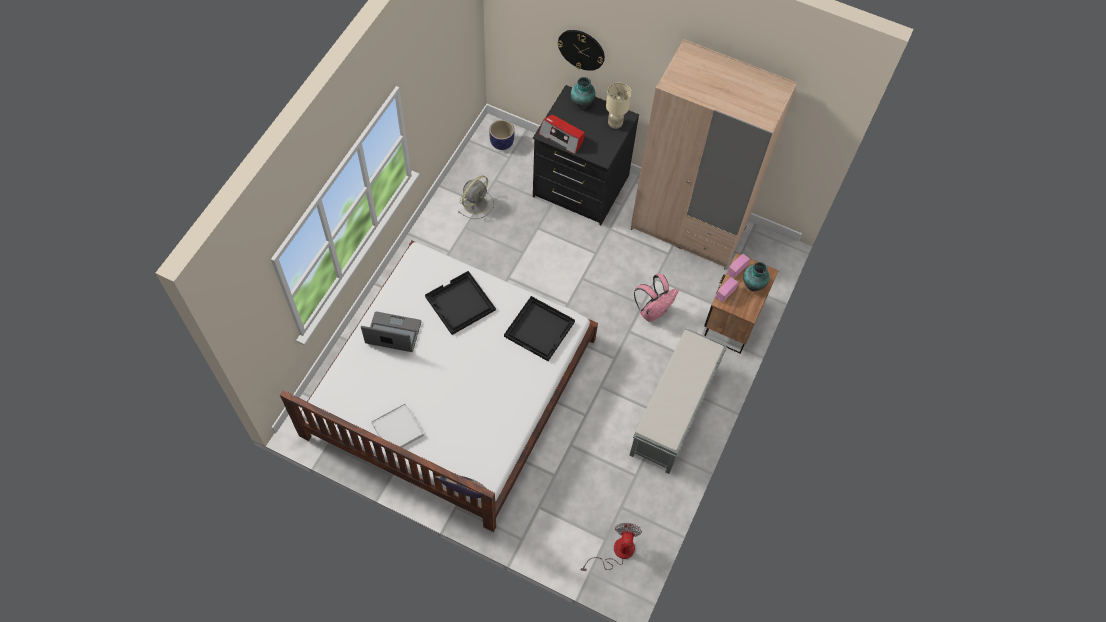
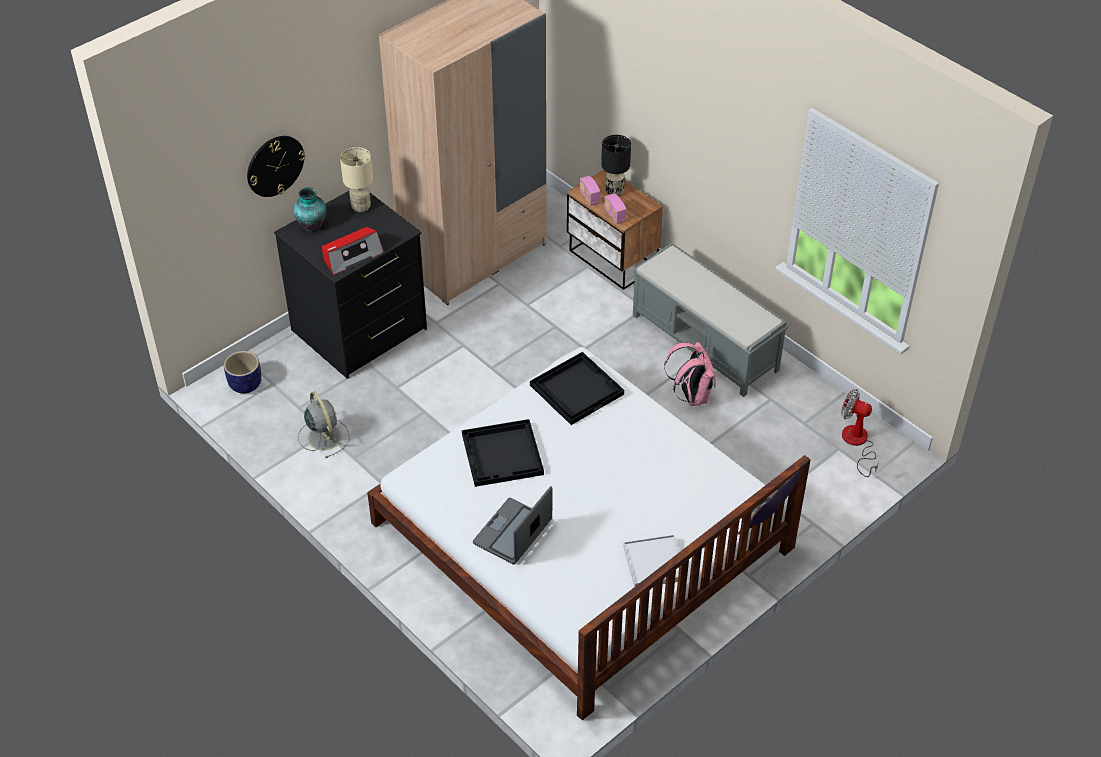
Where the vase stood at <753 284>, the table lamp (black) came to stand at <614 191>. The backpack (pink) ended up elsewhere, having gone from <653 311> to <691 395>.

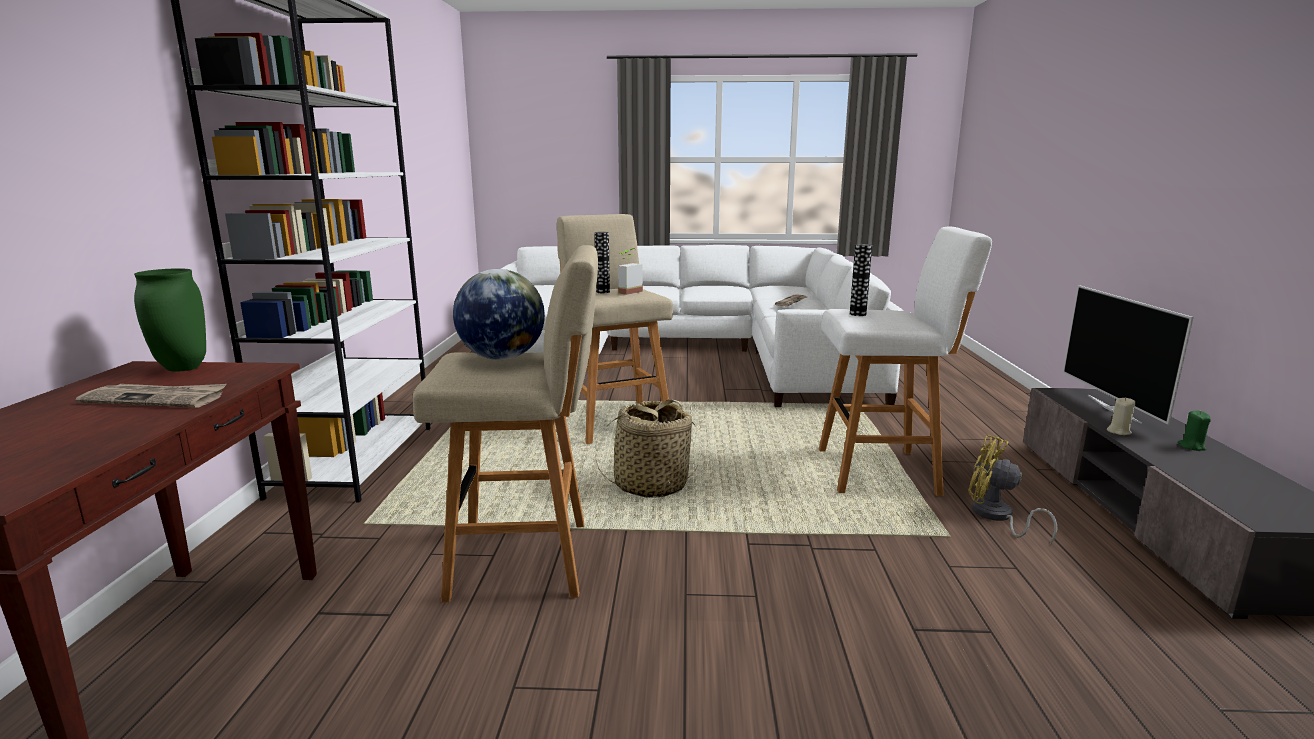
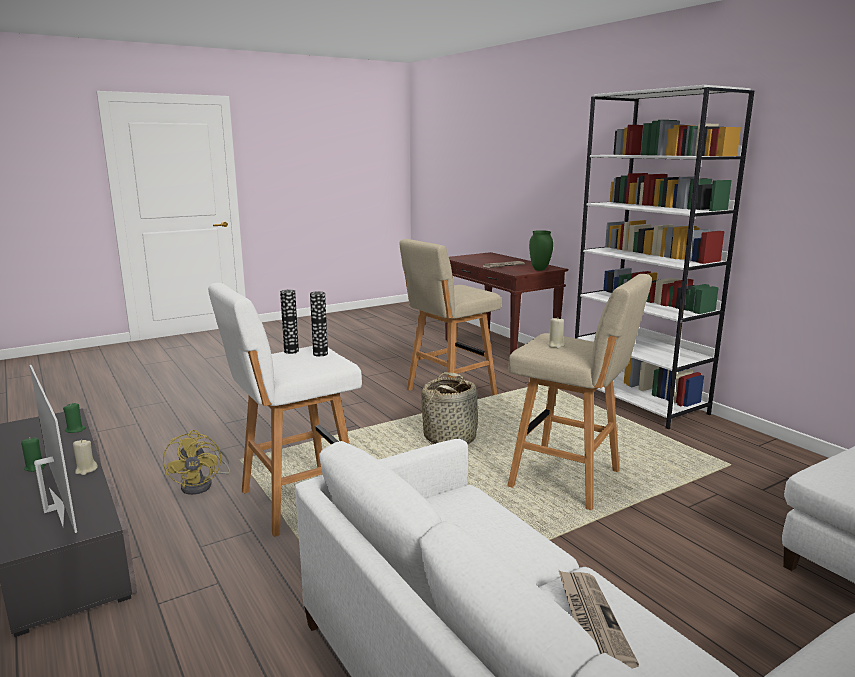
The vase ended up elsewhere, having gone from <603 292> to <291 351>. Where the potted plant stood at <626 291>, the candle (beige) came to stand at <556 345>. The second view lost the globe at <502 358>. The fan (yellow) at <996 517> ended up facing another way, 75 degrees clockwise from before. The second view gained the candle (green) at <75 430>.

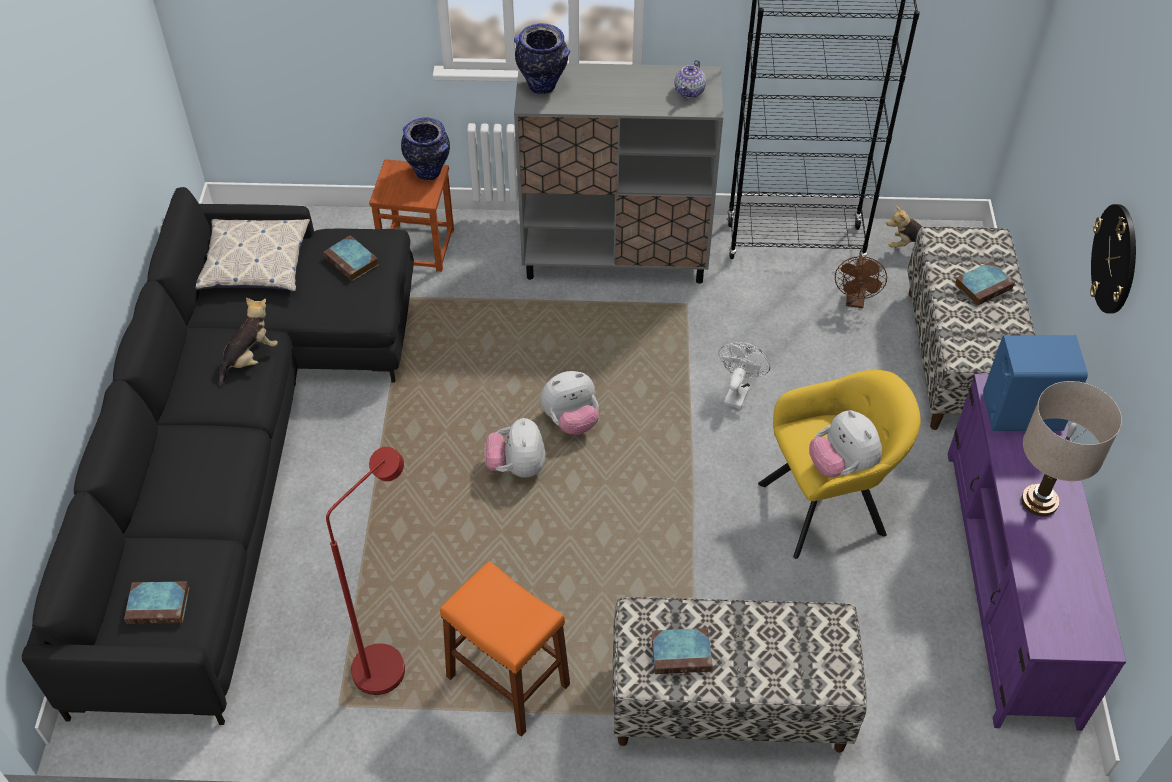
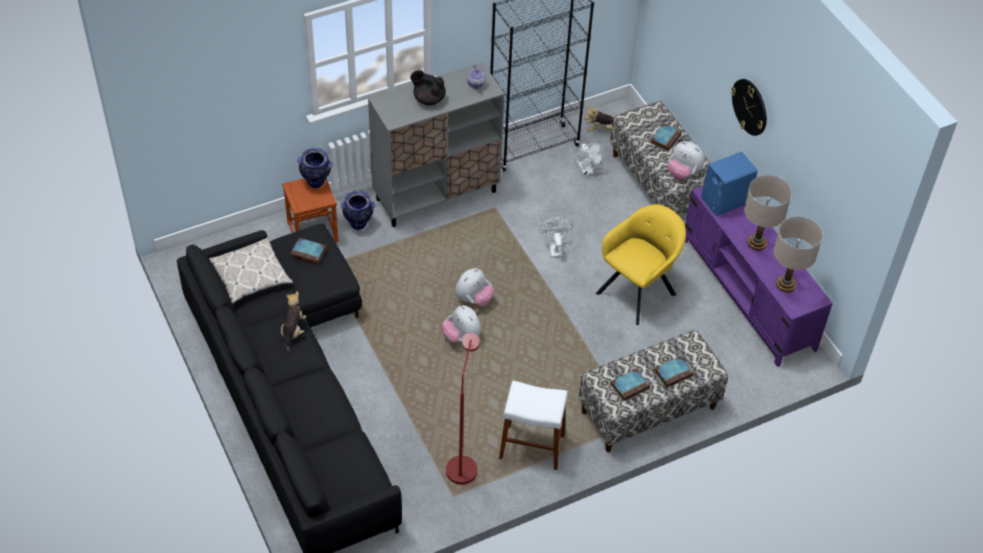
The vase ended up elsewhere, having gone from <543 86> to <359 224>. What was the fan (brown) at <855 301> turned into the fan (white) at <587 171>. The plush toy ended up elsewhere, having gone from <841 466> to <683 173>. What was the stool (orange) at <508 680> turned into the stool (white) at <531 446>. The book ended up elsewhere, having gone from <160 605> to <673 373>. The second view gained the teapot (black) at <428 99>. The second view gained the table lamp (beige) at <785 284>.

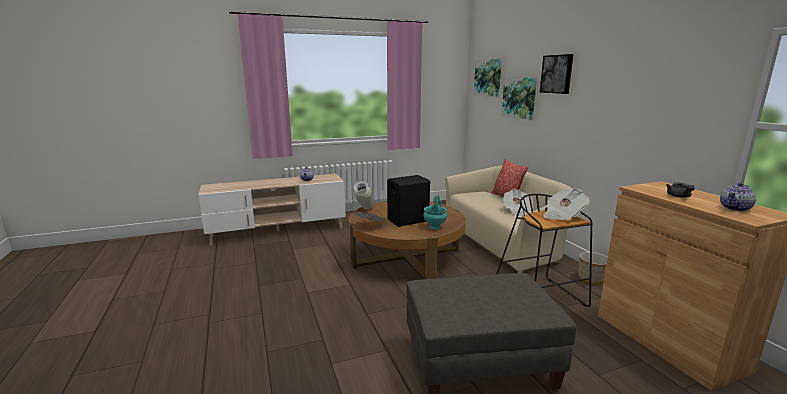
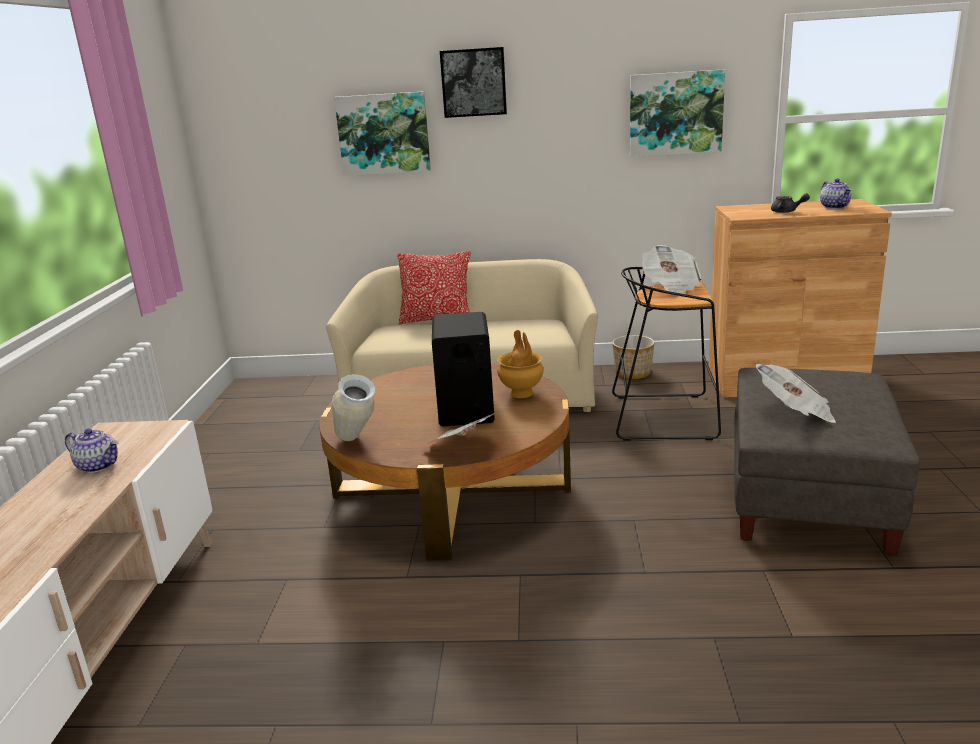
The picture ended up elsewhere, having gone from <488 77> to <675 113>. The newspaper ended up elsewhere, having gone from <517 211> to <795 412>. What was the vase (turquoise) at <434 227> turned into the vase (brown) at <522 393>.

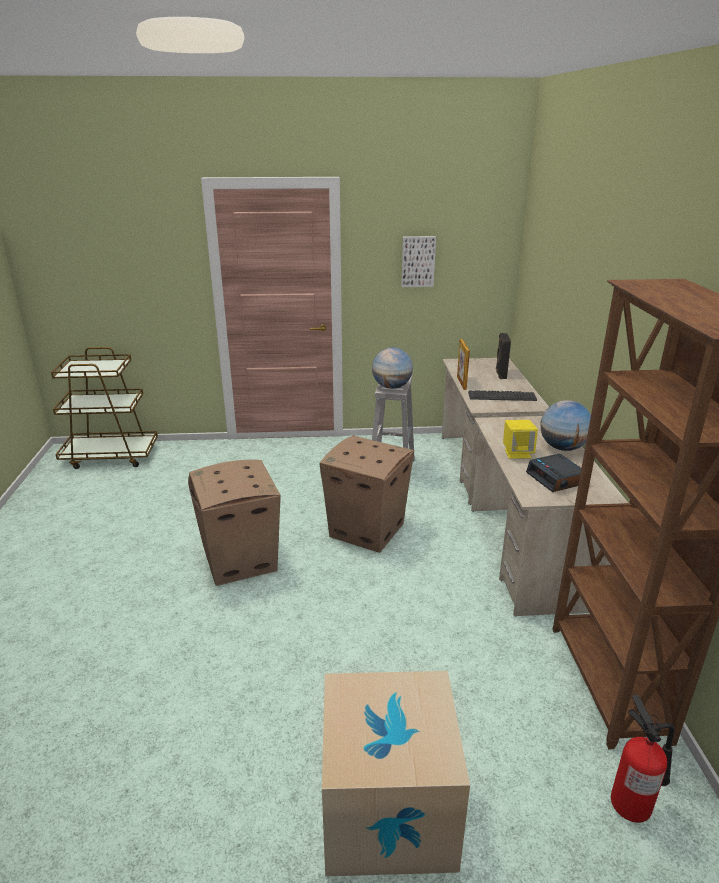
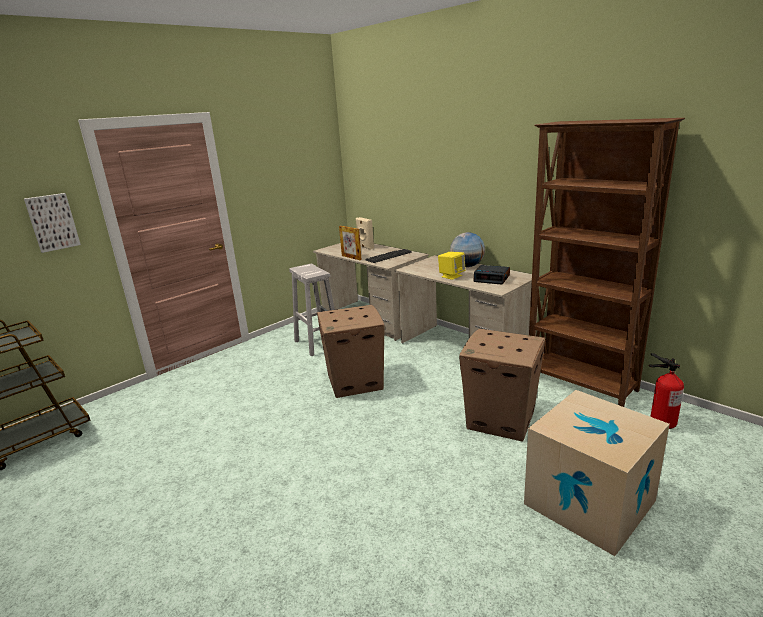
The picture ended up elsewhere, having gone from <418 261> to <52 222>. What was the speaker (black) at <500 374> turned into the speaker (beige) at <365 247>. The second view lost the globe at <392 387>. The cardboard box ended up elsewhere, having gone from <241 561> to <501 420>.

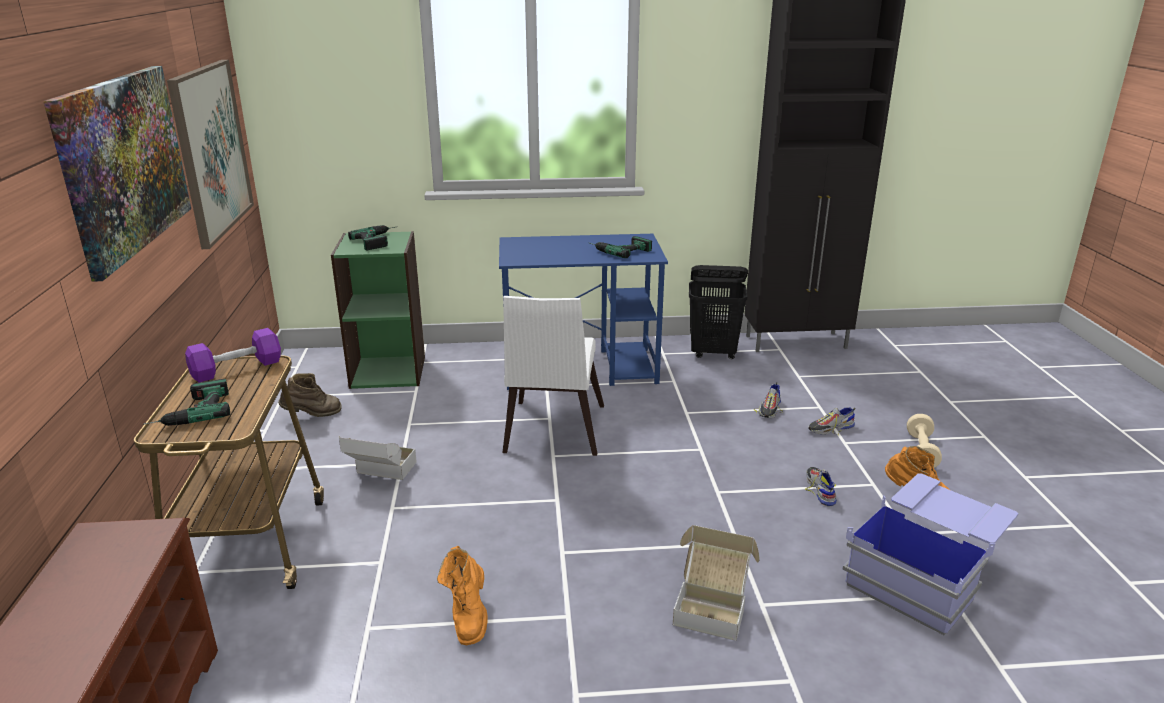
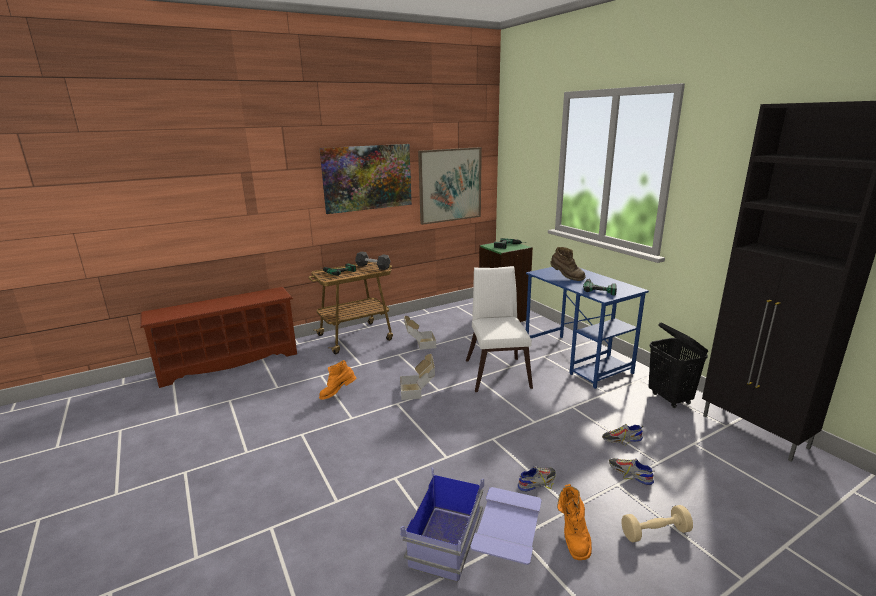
The chair (white) at <552 433> ended up facing another way, 105 degrees clockwise from before. What was the dumbbell (purple) at <237 368> turned into the dumbbell (black) at <373 267>. The boot (brown) ended up elsewhere, having gone from <312 416> to <566 277>. The cardboard box ended up elsewhere, having gone from <712 607> to <418 390>.

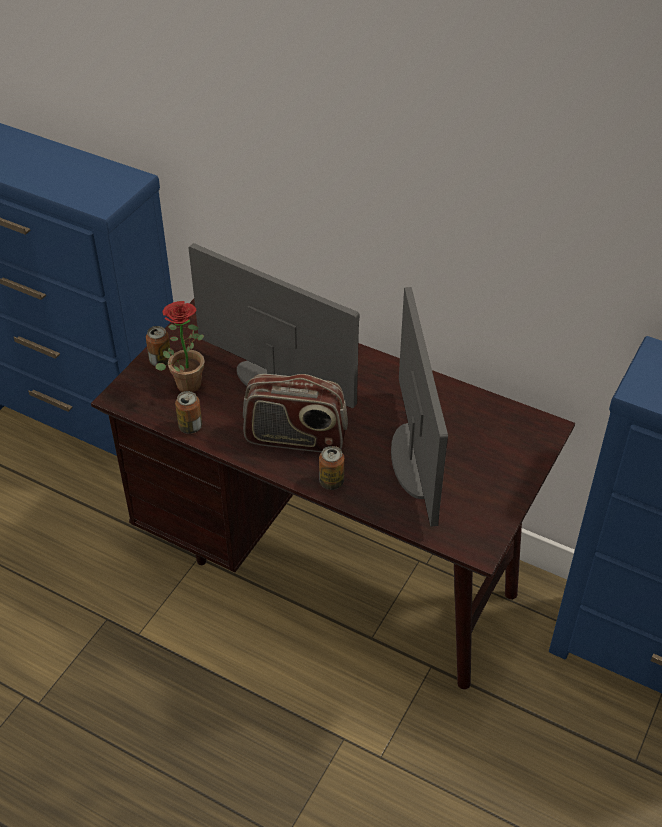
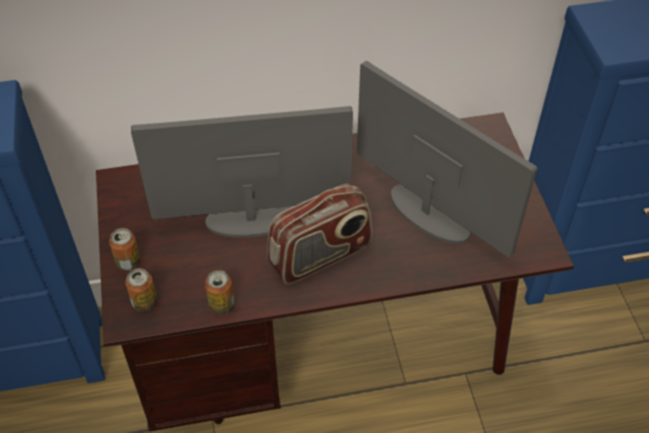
The second view lost the potted plant at <186 381>. The can ended up elsewhere, having gone from <331 482> to <144 302>.

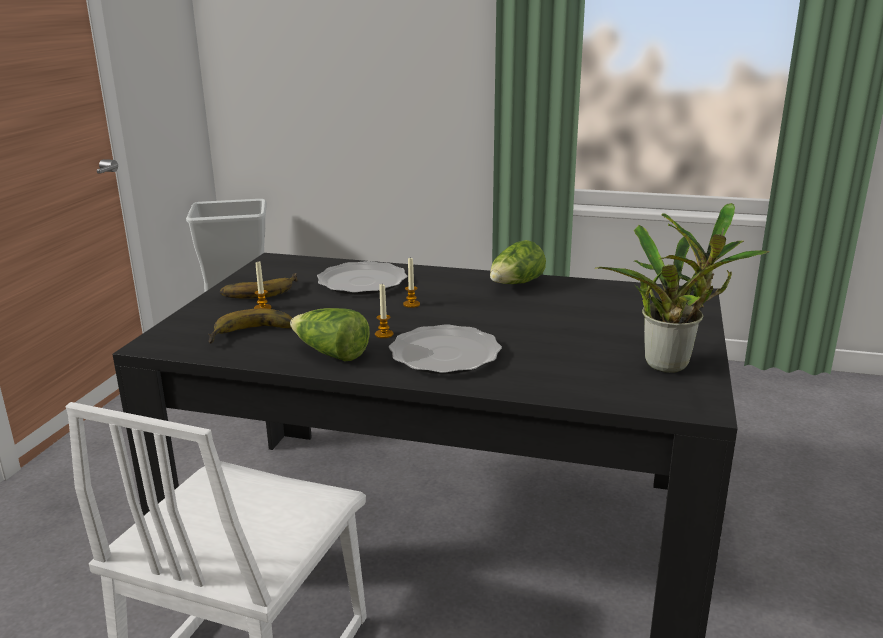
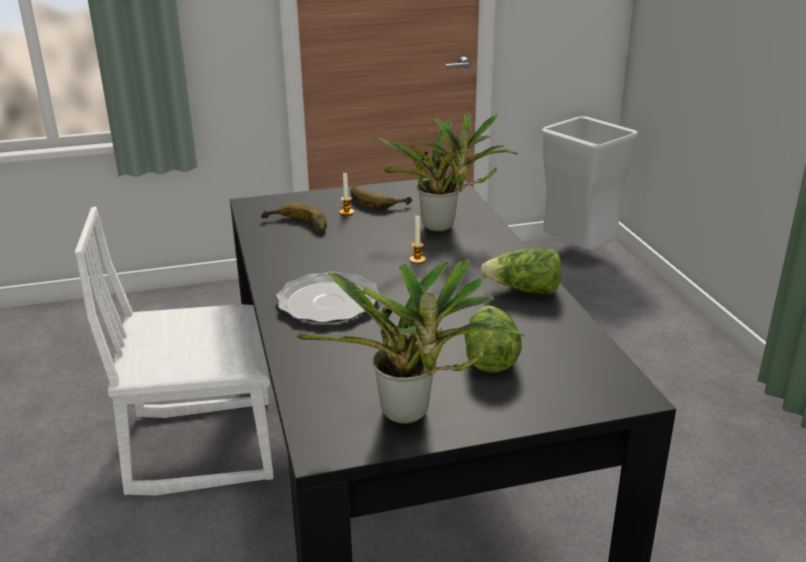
Where the plate stood at <362 282>, the potted plant came to stand at <443 227>. The second view lost the candle at <384 334>. The lettuce ended up elsewhere, having gone from <331 353> to <489 356>.

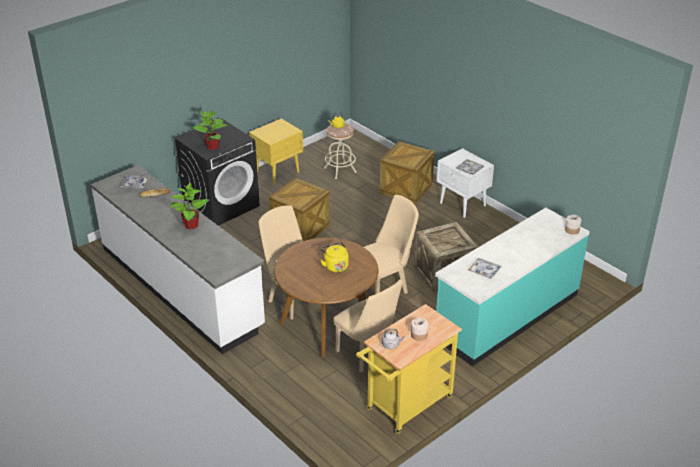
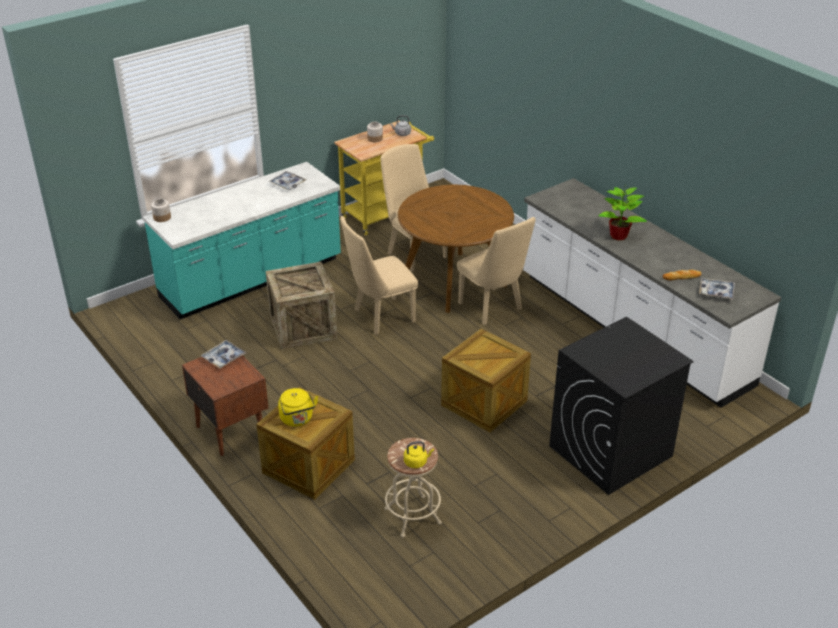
The second view lost the potted plant at <213 147>. The second view lost the nightstand (yellow) at <278 171>. What was the nightstand (white) at <463 204> turned into the nightstand (brown) at <230 430>. The kettle (yellow) ended up elsewhere, having gone from <335 266> to <297 419>.

